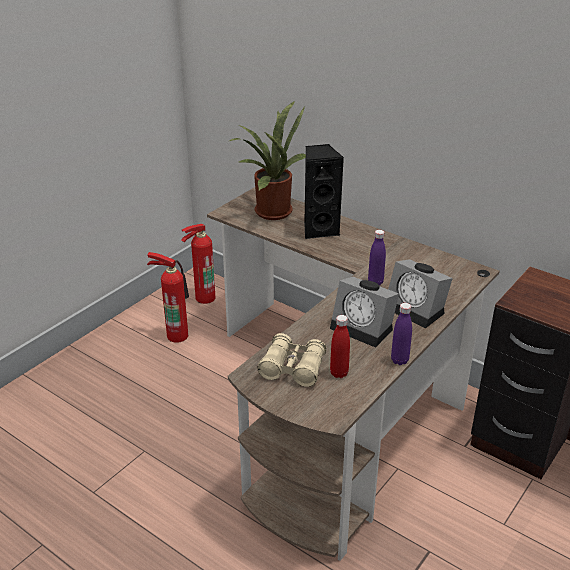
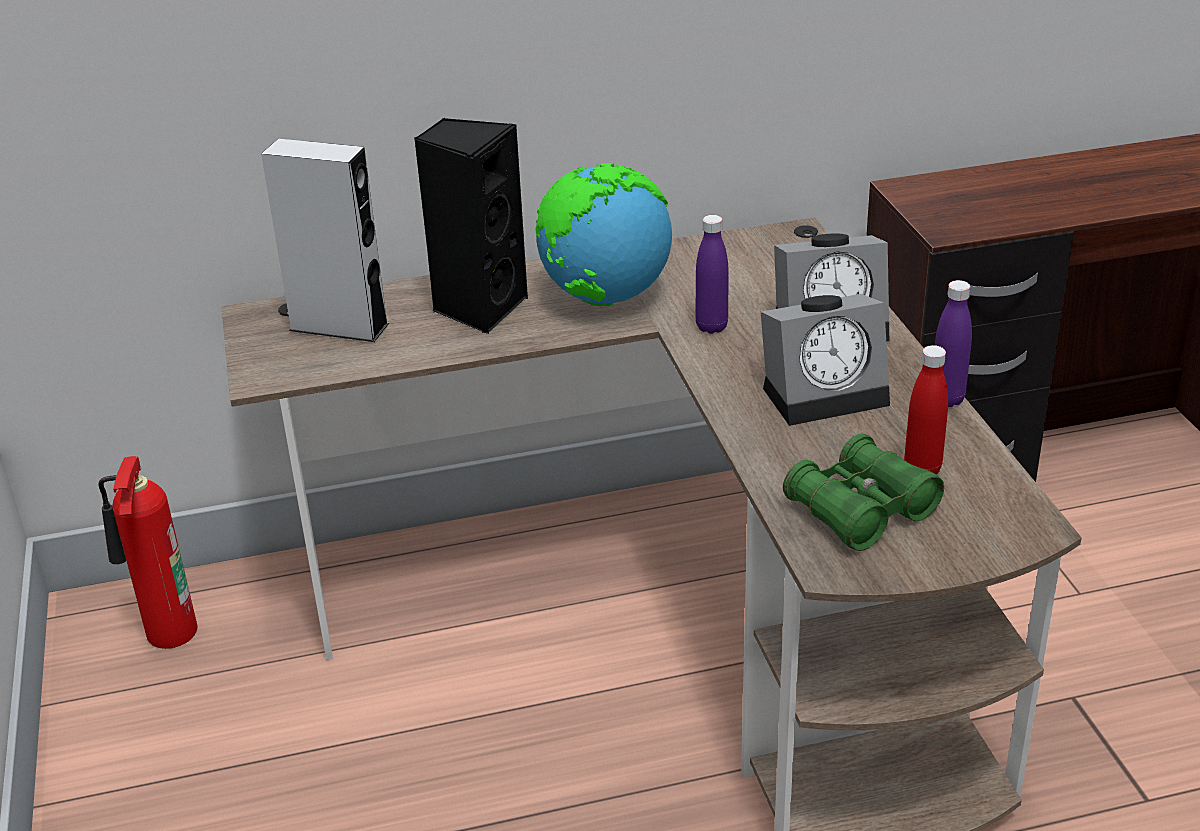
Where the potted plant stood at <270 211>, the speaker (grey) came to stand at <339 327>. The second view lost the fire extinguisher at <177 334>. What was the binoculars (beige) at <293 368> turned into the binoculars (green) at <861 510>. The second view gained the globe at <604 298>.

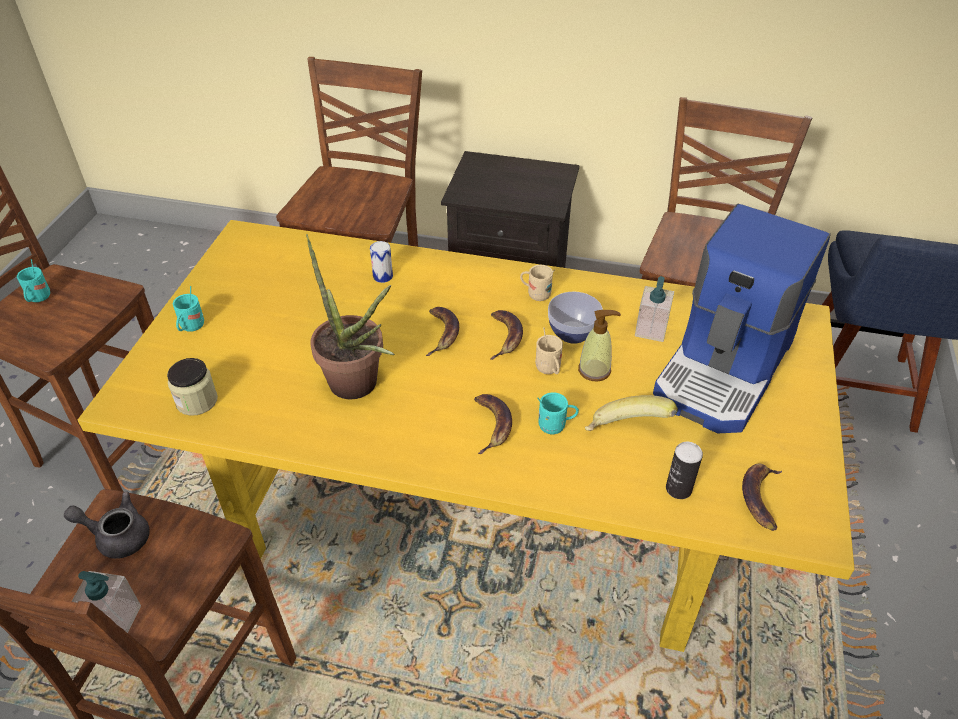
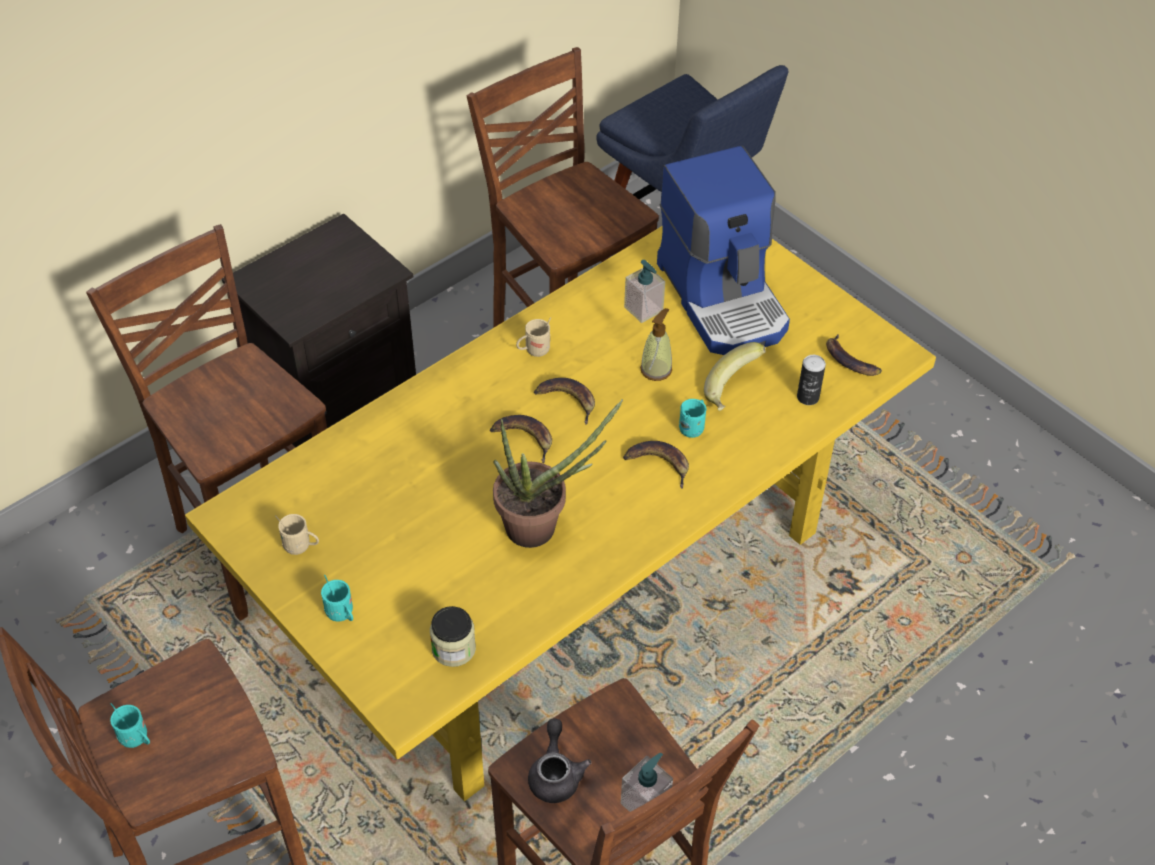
The second view lost the can at <383 276>. The second view lost the bowl at <573 333>. The mug (beige) ended up elsewhere, having gone from <549 370> to <301 547>. The teapot (grey) at <117 536> ended up facing another way, 135 degrees clockwise from before.

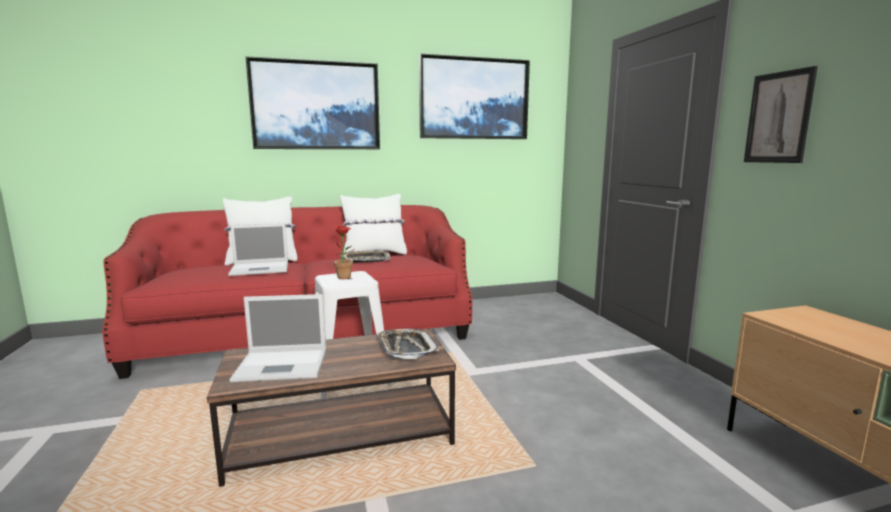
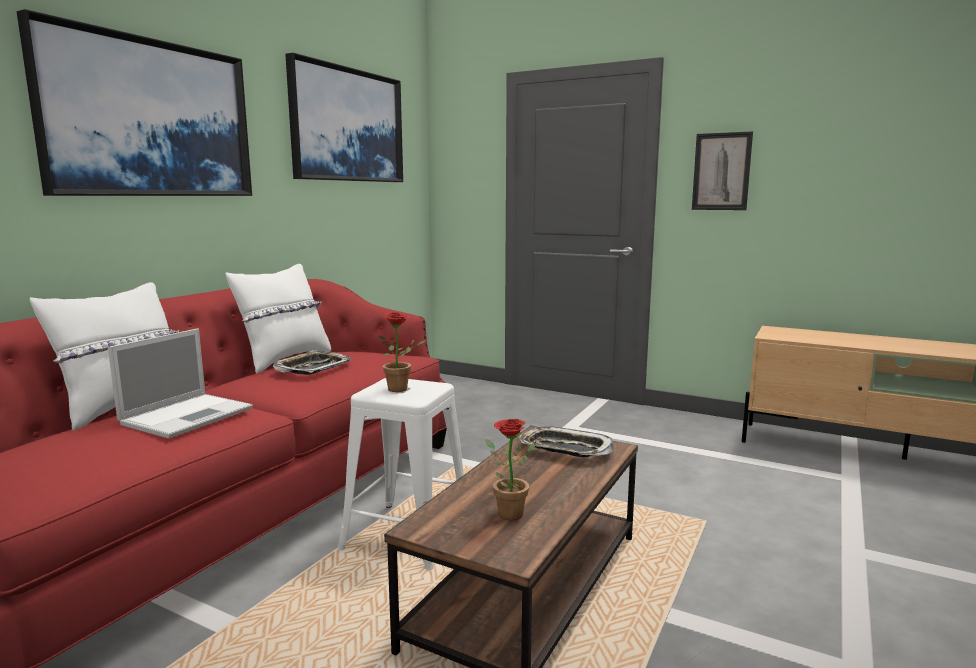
Where the laptop stood at <283 365>, the potted plant came to stand at <505 513>.

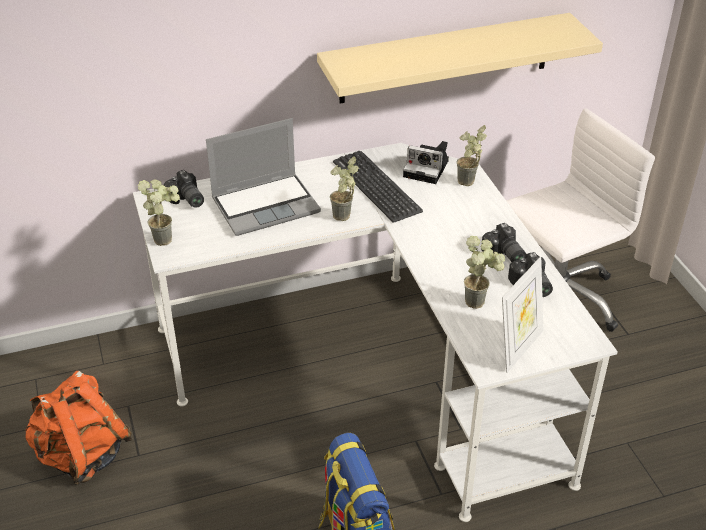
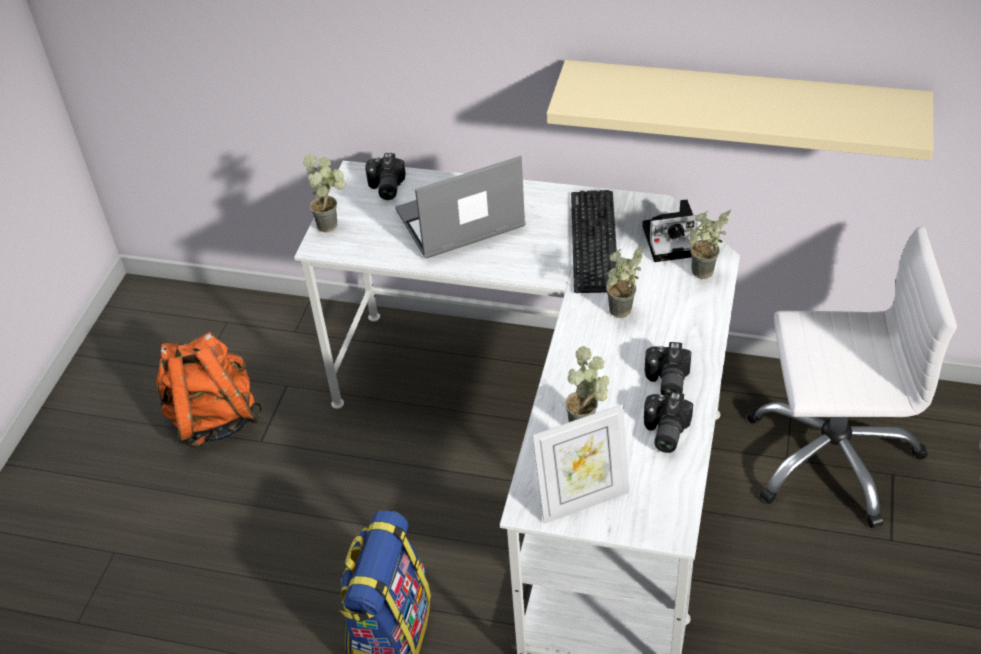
The laptop at <266 205> ended up facing another way, 150 degrees clockwise from before. The photo camera at <428 169> ended up facing another way, 60 degrees counterclockwise from before. The potted plant ended up elsewhere, having gone from <344 219> to <621 316>.

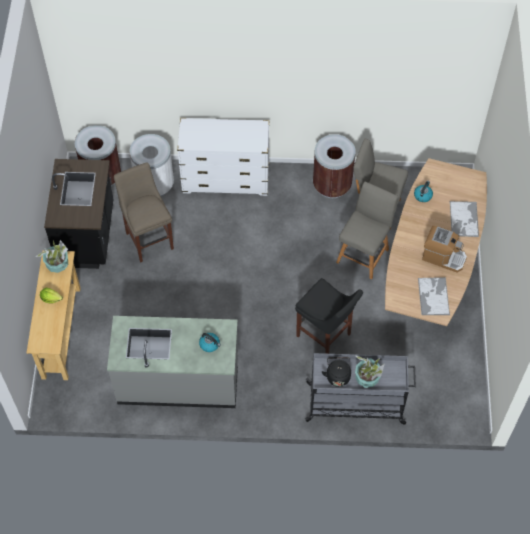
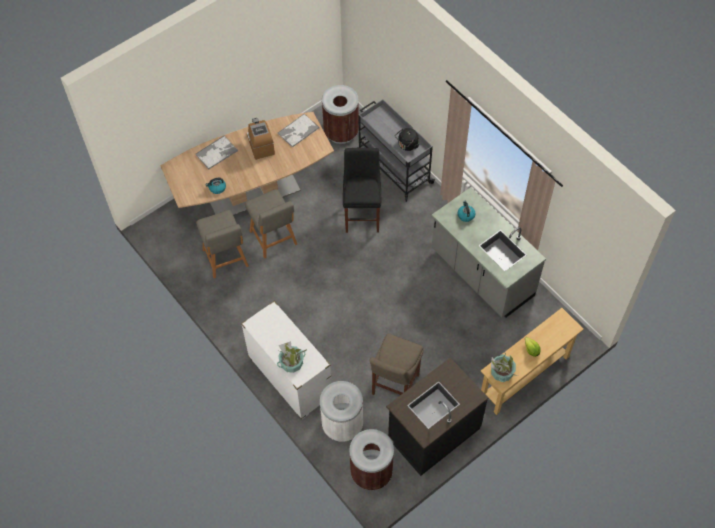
The trash can (brown) ended up elsewhere, having gone from <332 185> to <341 132>. The chair (grey) at <363 254> ended up facing another way, 105 degrees counterclockwise from before. The potted plant ended up elsewhere, having gone from <367 377> to <291 363>.

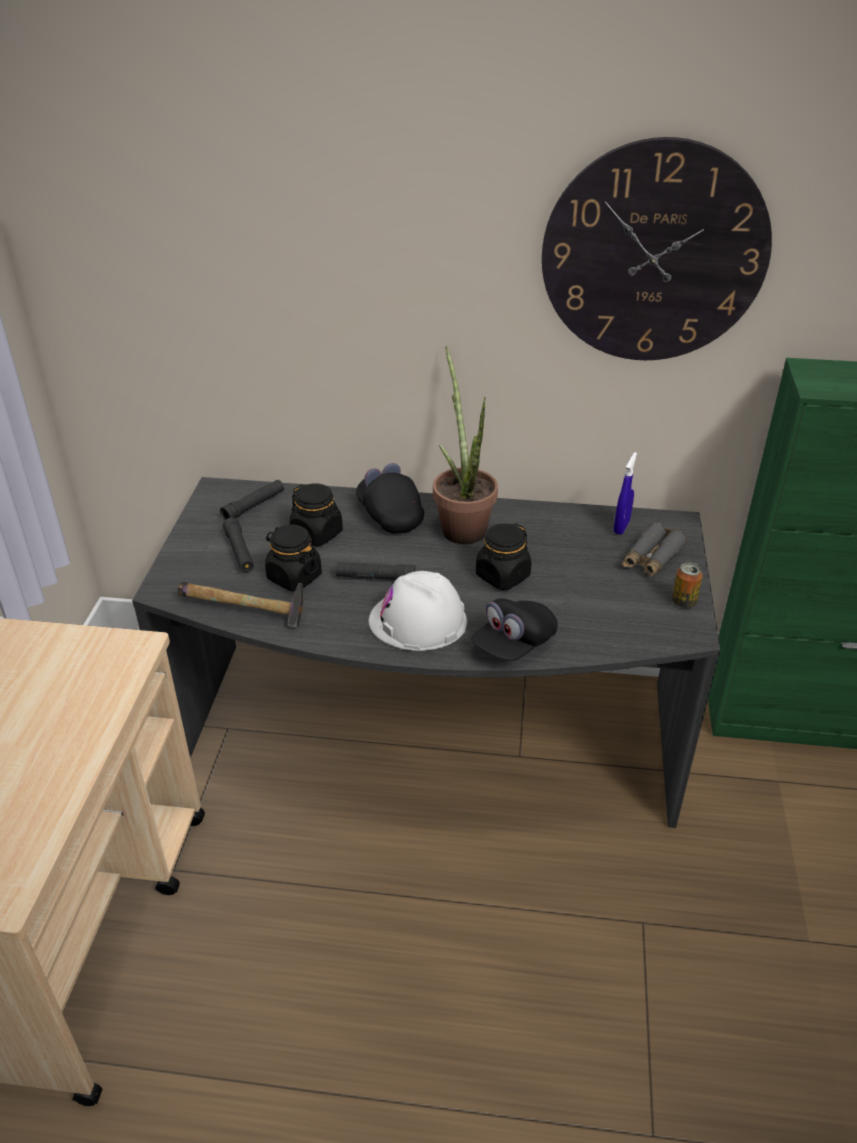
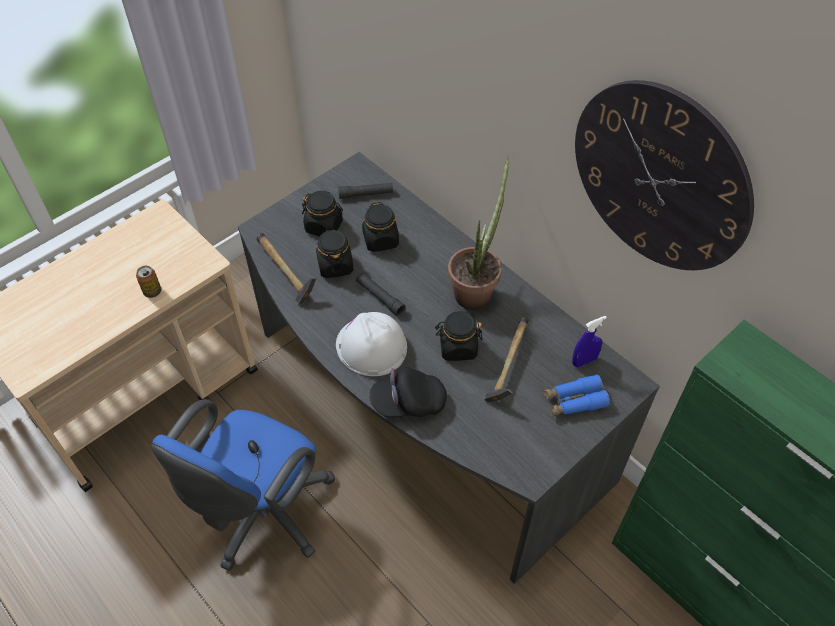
The second view lost the cap (black) at <389 514>. Where the flashlight (black) stood at <239 551>, the jar (black) came to stand at <324 226>. What was the binoculars (grey) at <651 559> turned into the binoculars (blue) at <574 401>. The can ended up elsewhere, having gone from <683 602> to <152 291>. The second view gained the hammer at <507 367>. The second view gained the office chair (blue) at <262 515>.

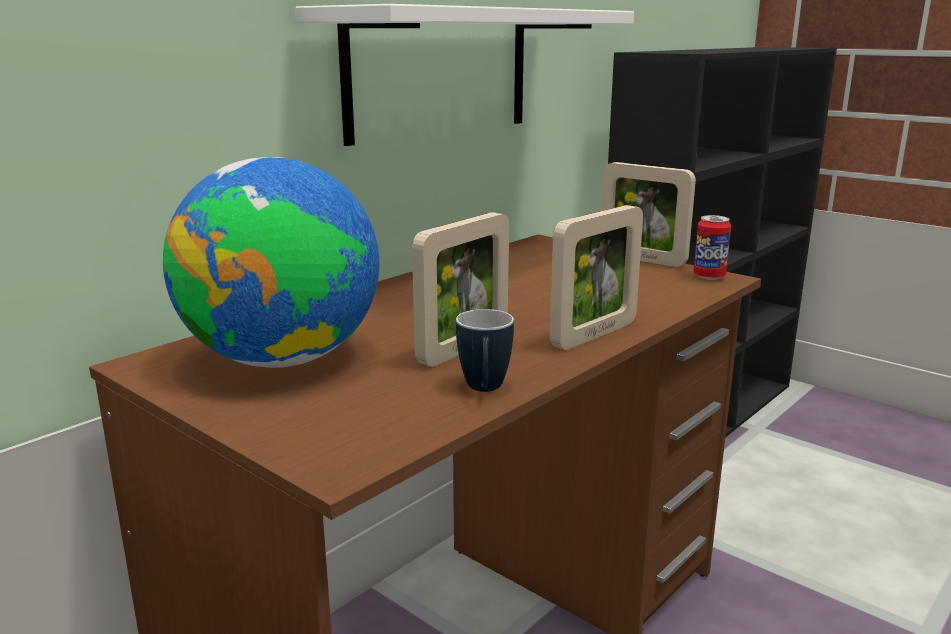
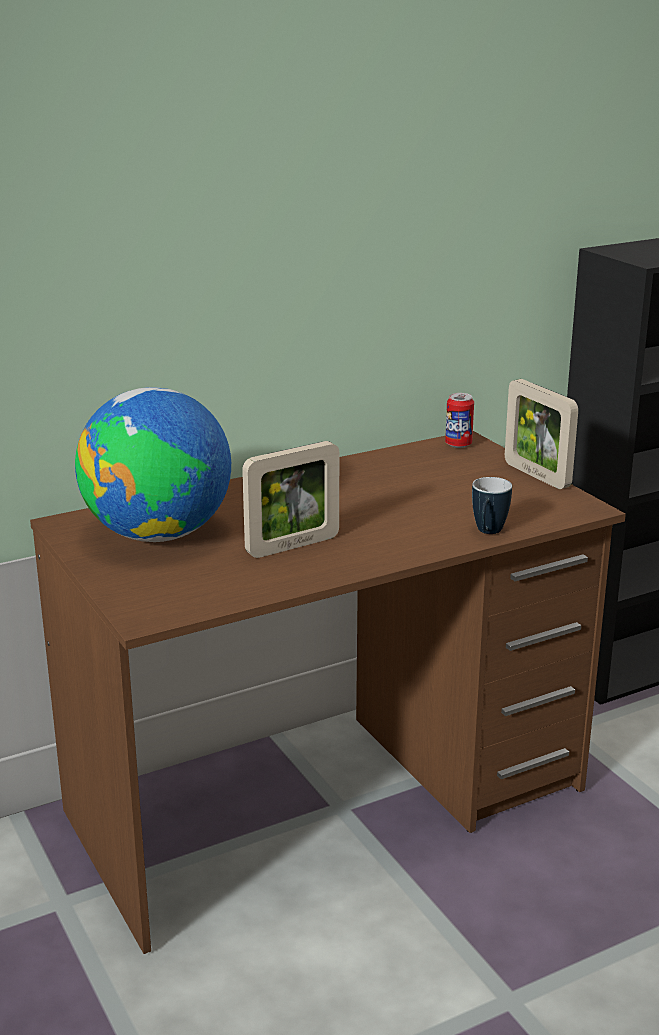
The second view lost the shelf (white) at <440 72>. The second view lost the picture frame at <594 335>. The can ended up elsewhere, having gone from <709 276> to <458 444>. The mug ended up elsewhere, having gone from <484 390> to <487 533>.

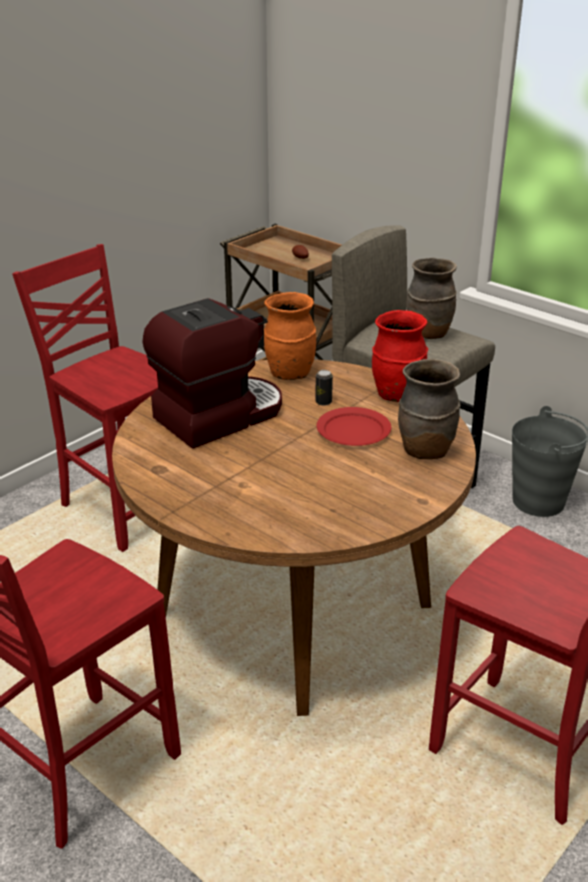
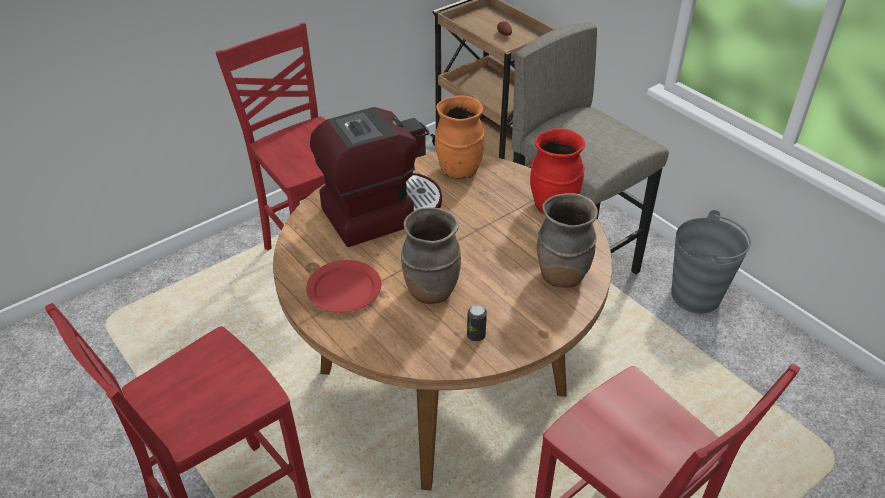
The vase (brown) ended up elsewhere, having gone from <428 333> to <430 290>. The can ended up elsewhere, having gone from <323 402> to <476 335>. The plate (red) ended up elsewhere, having gone from <353 430> to <343 289>.

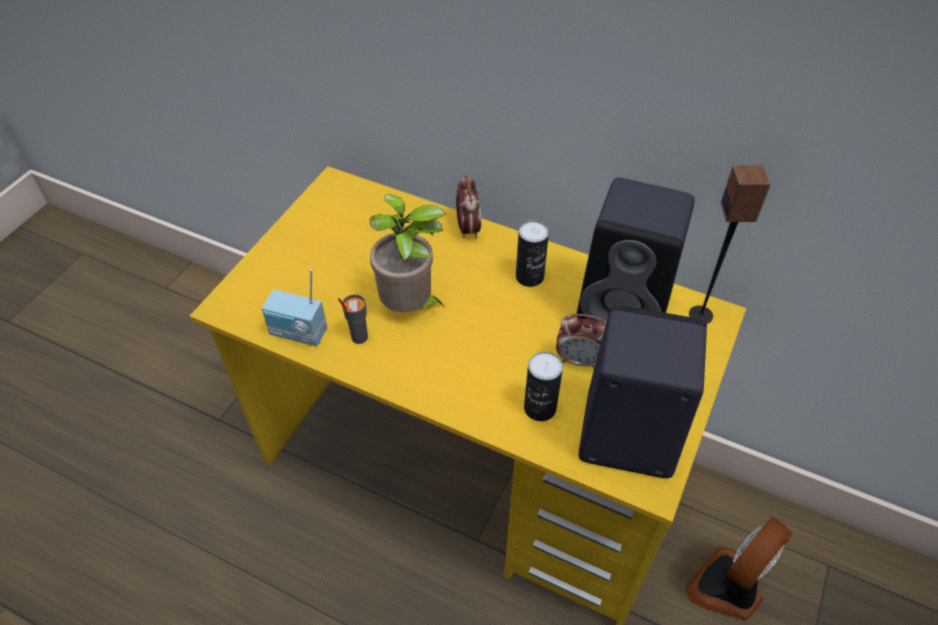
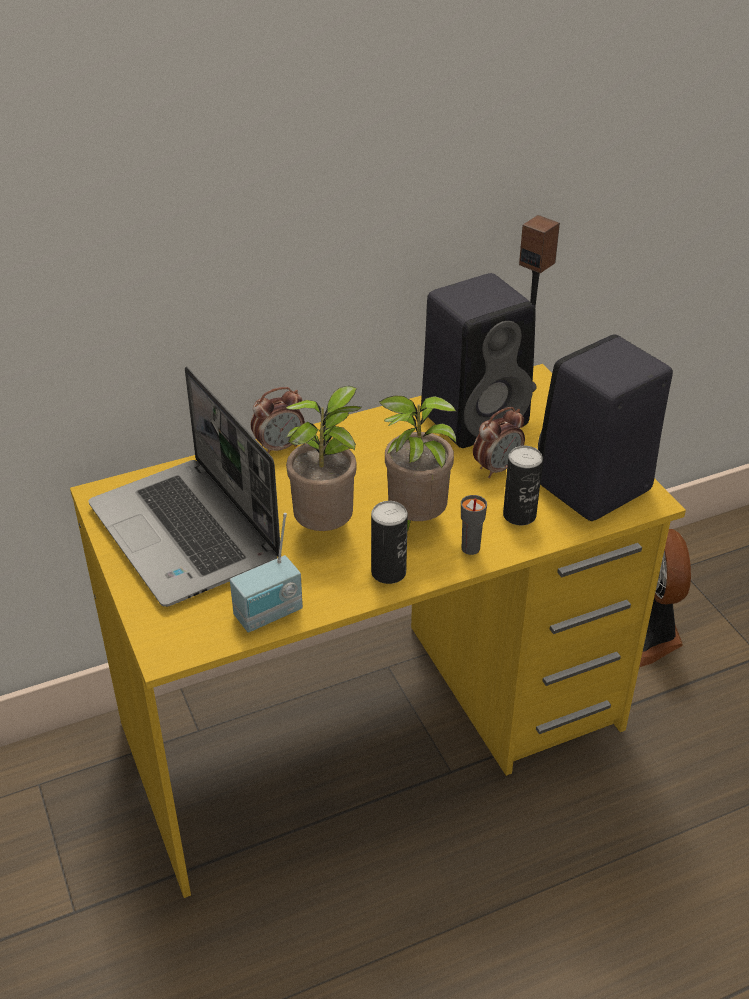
The alarm clock at <468 228> ended up facing another way, 120 degrees clockwise from before. The can ended up elsewhere, having gone from <529 277> to <388 572>. The cup (grey) ended up elsewhere, having gone from <358 337> to <470 549>. The second view gained the laptop at <188 534>. The second view gained the potted plant at <413 524>.

